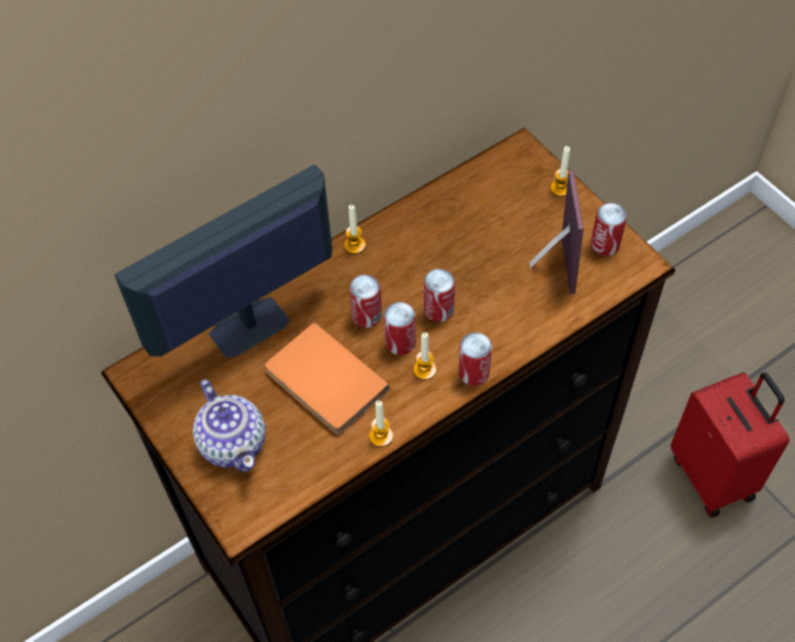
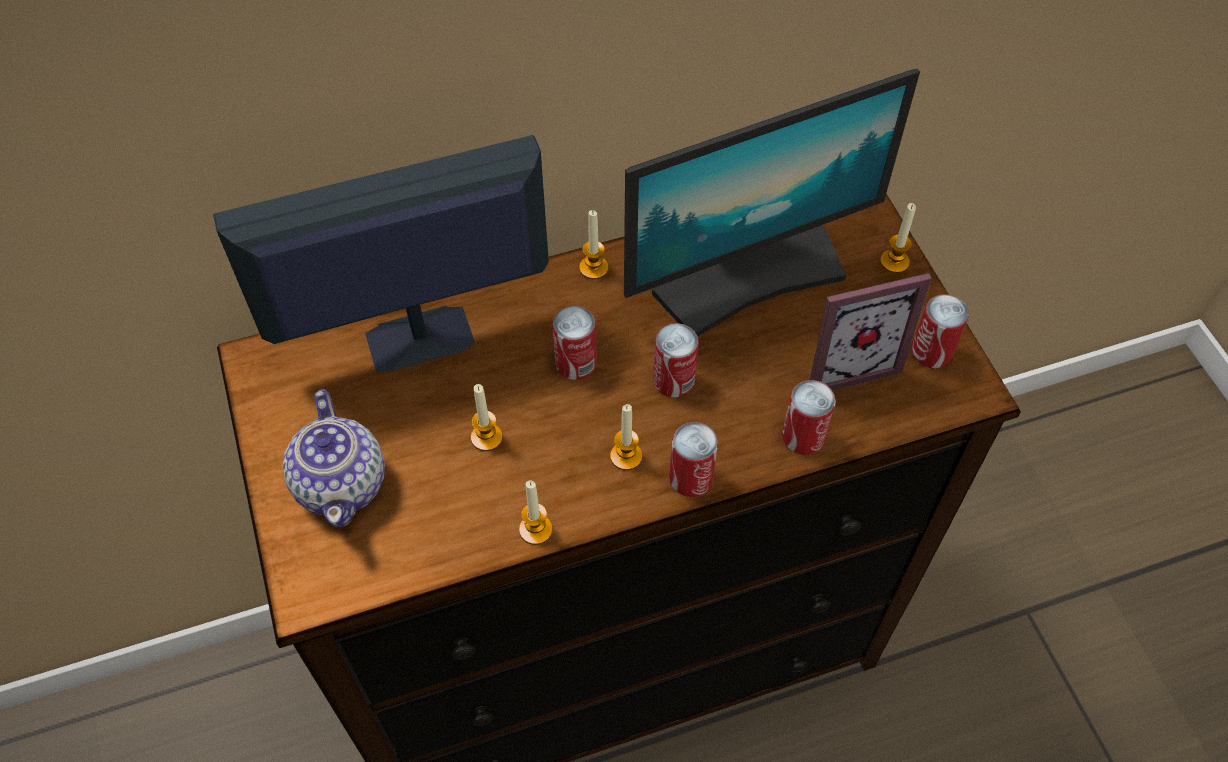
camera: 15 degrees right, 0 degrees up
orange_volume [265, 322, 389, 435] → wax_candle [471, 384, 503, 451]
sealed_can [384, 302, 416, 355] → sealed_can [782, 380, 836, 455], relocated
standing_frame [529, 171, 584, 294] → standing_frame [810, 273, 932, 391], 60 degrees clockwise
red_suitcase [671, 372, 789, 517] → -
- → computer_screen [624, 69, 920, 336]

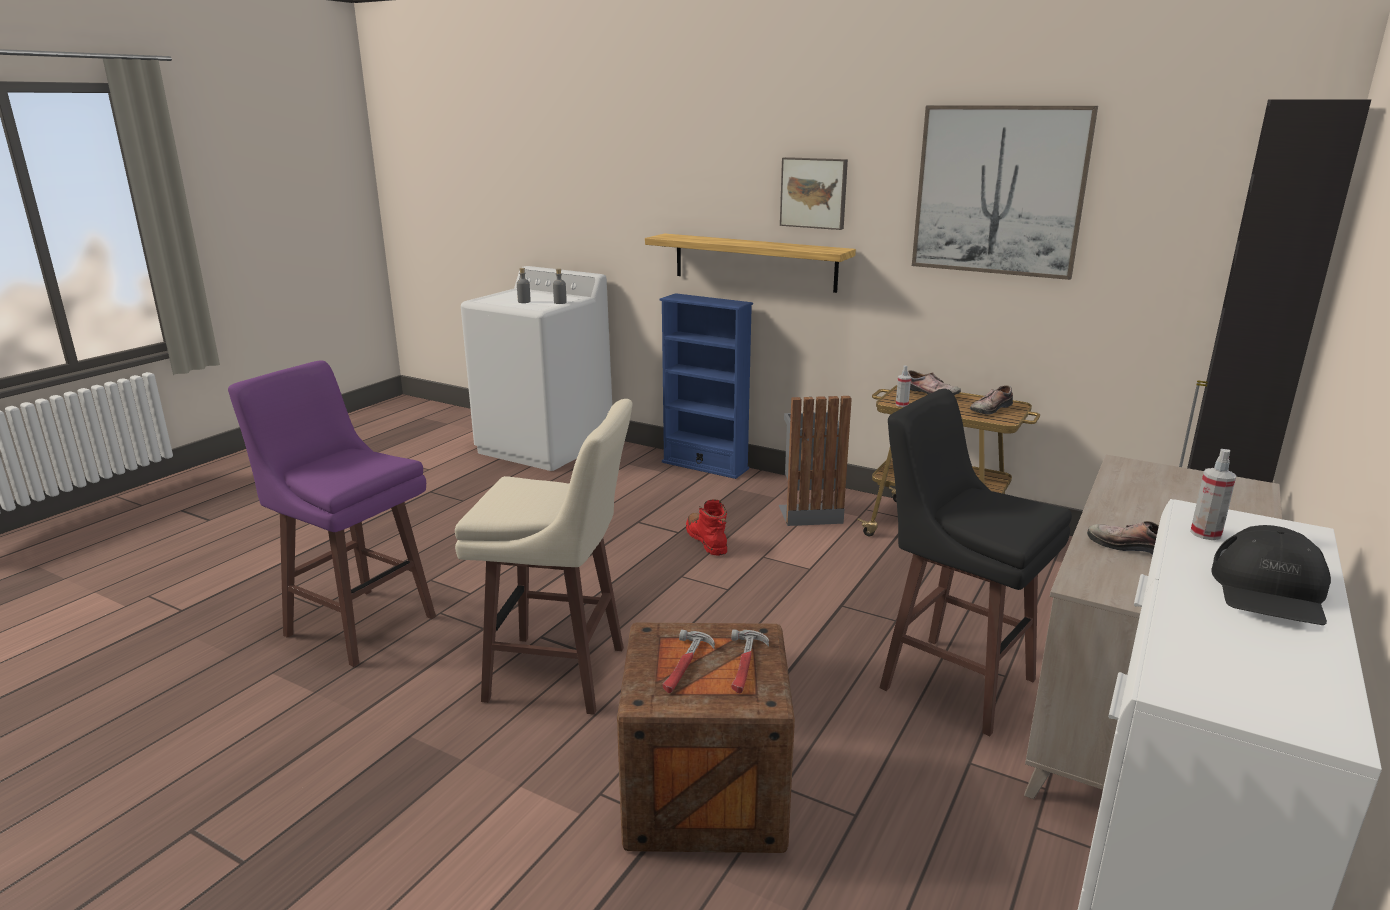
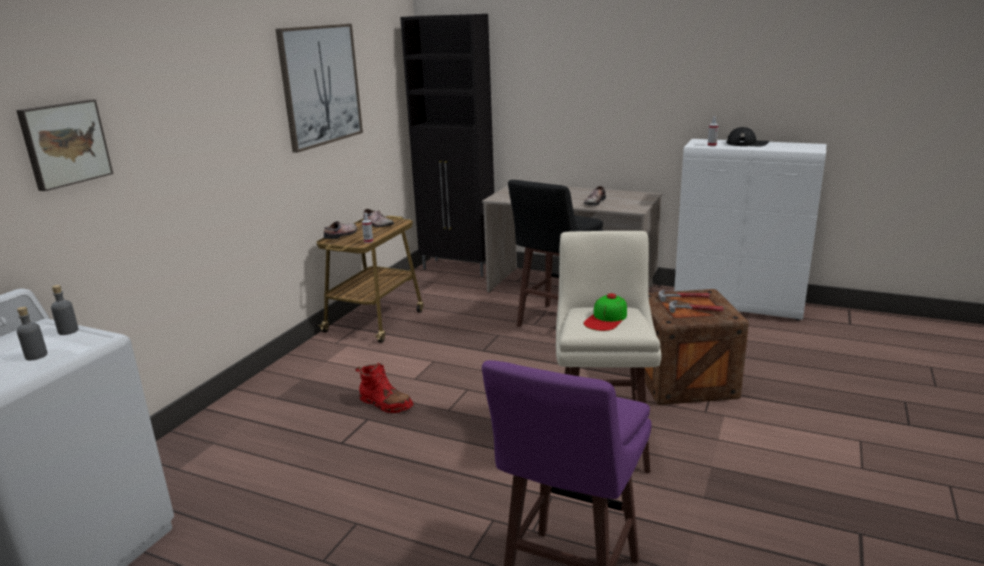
camera: 95 degrees left, 0 degrees up
bracket_shelf [645, 234, 856, 293] → -
blue-coloured_bookshelf [659, 293, 753, 479] → -
red_tall_boot [686, 499, 727, 556] → red_tall_boot [356, 363, 414, 413], 120 degrees counterclockwise
greyish_trash_can [779, 396, 852, 526] → -
wall_art [780, 157, 848, 230] → wall_art [16, 99, 113, 191], relocated
- → peaked_cap [584, 293, 627, 331]

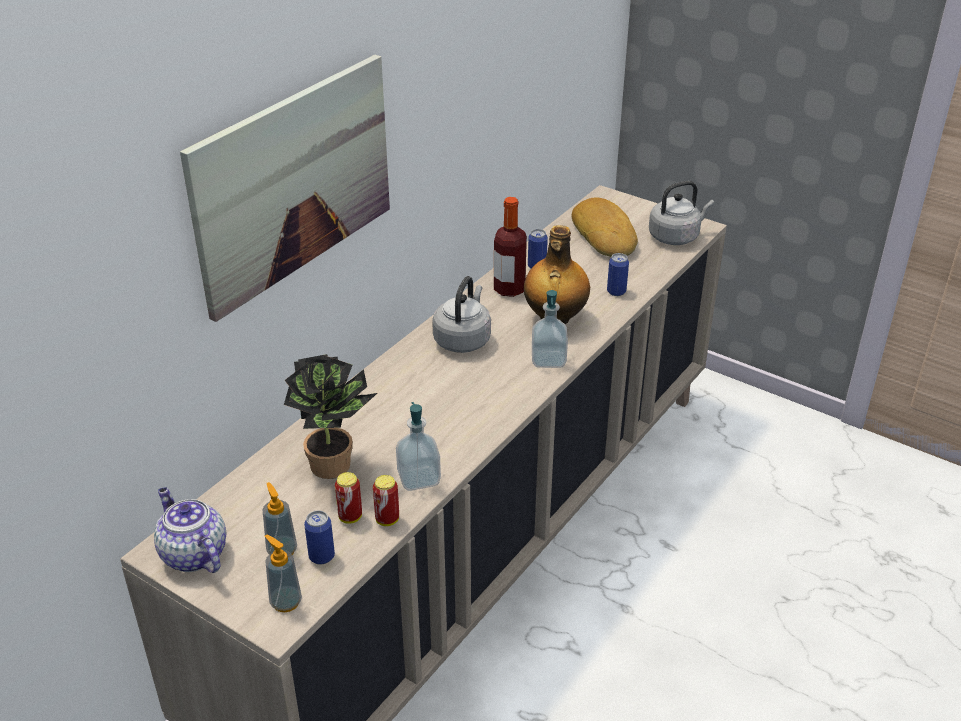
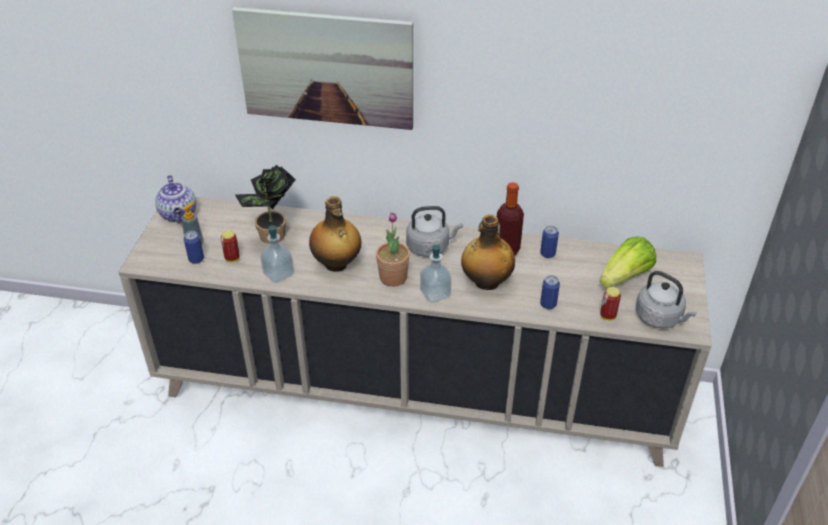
camera: 65 degrees right, 5 degrees up
tea_pot [154, 487, 226, 573] → tea_pot [155, 175, 196, 223], 135 degrees clockwise
soap_bottle [265, 534, 302, 612] → -
sealed_can [373, 475, 399, 526] → sealed_can [600, 287, 621, 321], relocated
bakery_bread [572, 198, 638, 257] → lettuce_head [600, 237, 656, 288]
- → drink_bottle [309, 196, 361, 272]
- → potted_plant [376, 212, 410, 287]

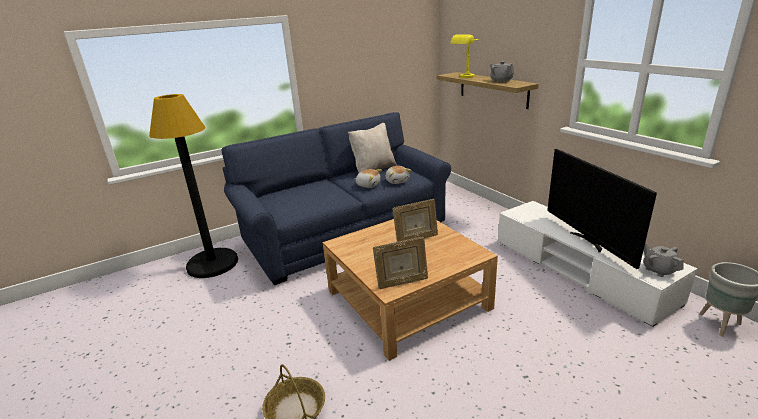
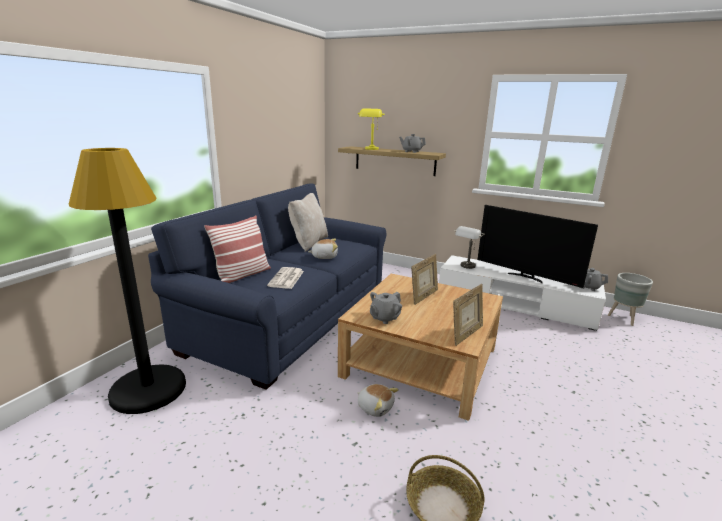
camera: 35 degrees left, 5 degrees down
cuddly_toy [385, 166, 412, 184] → cuddly_toy [357, 384, 399, 417], relocated
- → cushion [204, 215, 271, 283]
- → printed_paper [267, 267, 304, 289]
- → greyish_tea_pot [370, 292, 402, 324]
- → greyish_table_lamp [455, 226, 485, 269]

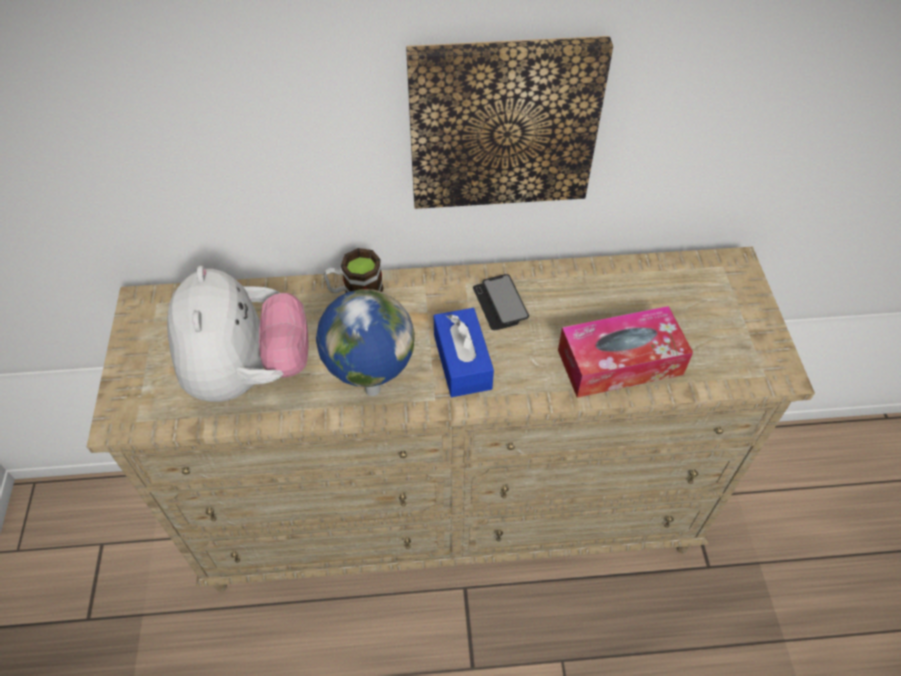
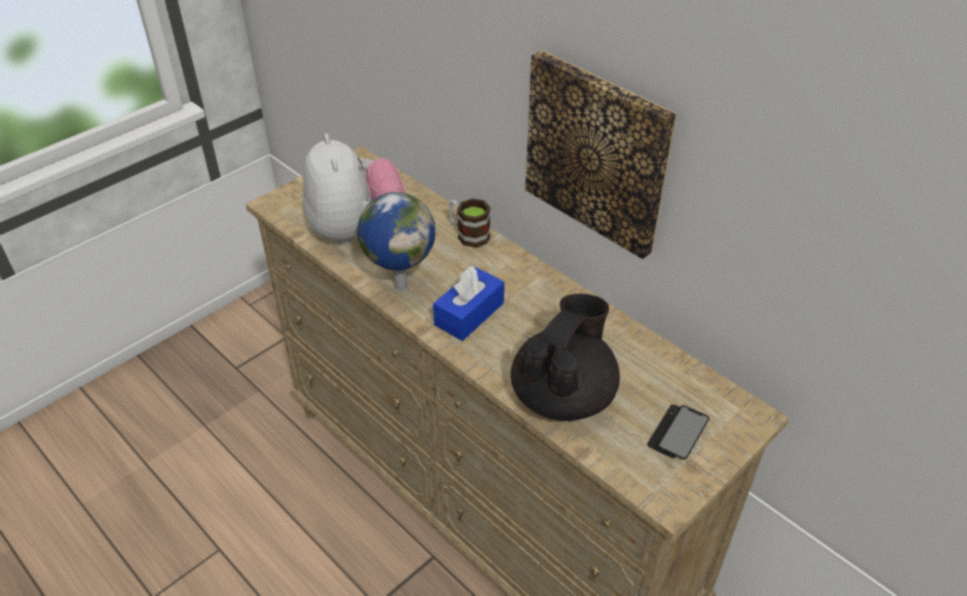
camera: 50 degrees right, 10 degrees down
cuddly_toy [167, 266, 308, 402] → cuddly_toy [303, 134, 405, 244], 60 degrees counterclockwise
telephone [473, 274, 529, 330] → telephone [647, 405, 710, 459], relocated
tissue_holder [558, 306, 693, 398] → blackish_tea_pot [511, 293, 620, 421]

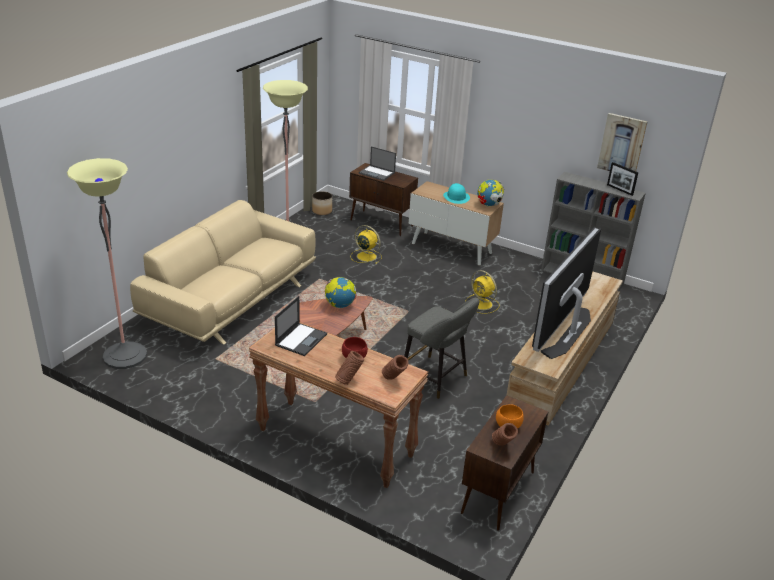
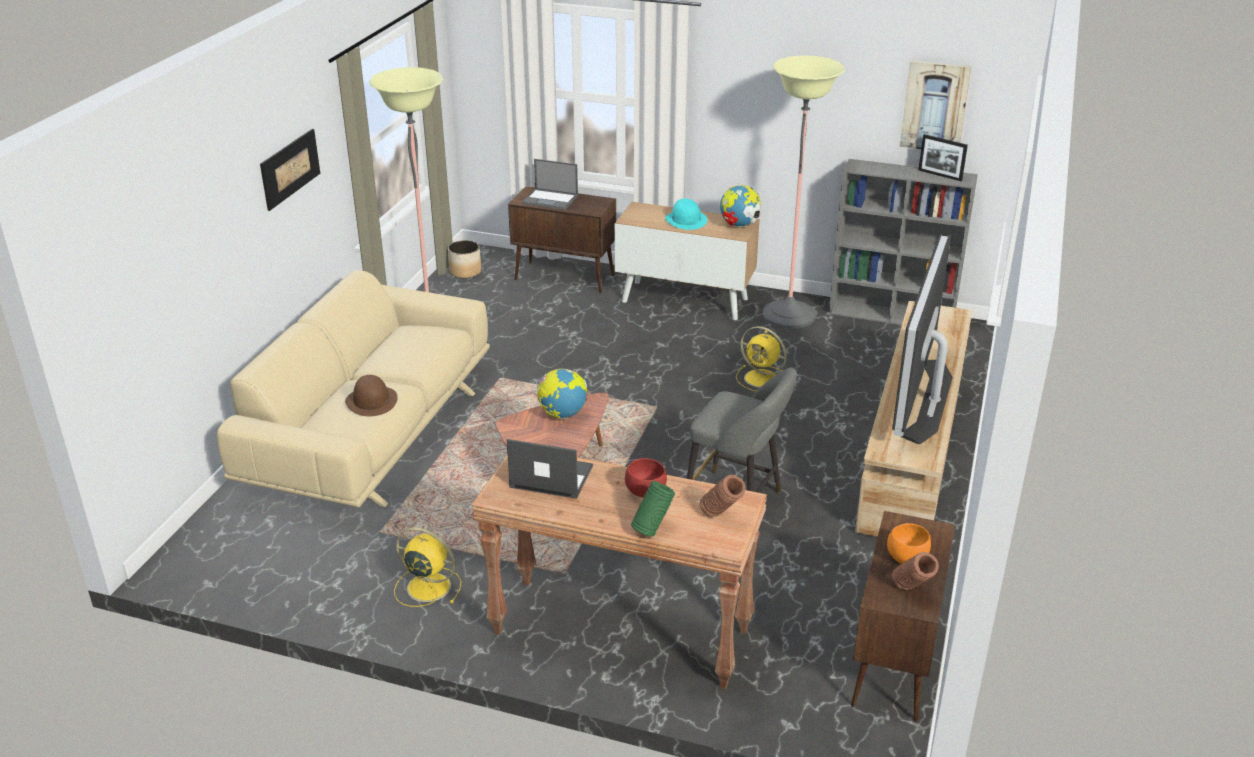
camera: 10 degrees left, 0 degrees up
floor_lamp [67, 158, 147, 369] → floor_lamp [763, 55, 844, 329], relocated
notebook_computer [275, 296, 327, 356] → notebook_computer [507, 439, 593, 499], 90 degrees counterclockwise
brown_decorative_vase [335, 351, 364, 385] → green-coloured_decorative_vase [631, 481, 675, 537]
yellow_electric_fan [351, 225, 382, 264] → yellow_electric_fan [394, 527, 461, 607], relocated
- → wall_art [260, 129, 320, 211]
- → brown_hat [345, 375, 398, 416]

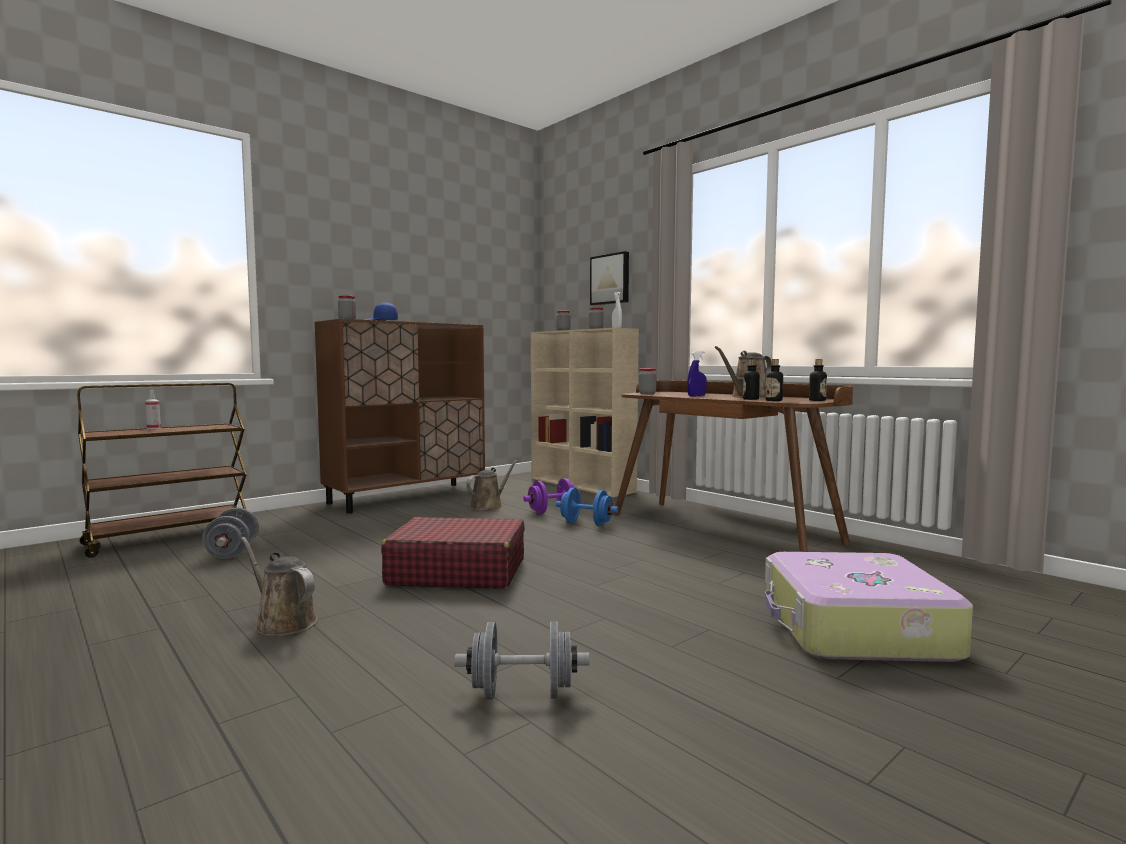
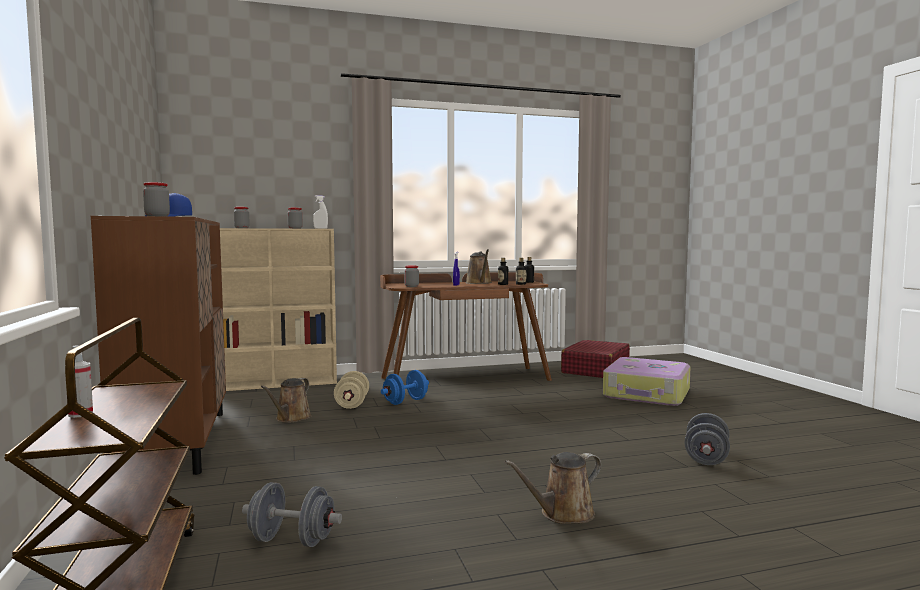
camera: 65 degrees left, 0 degrees up
red_suitcase [381, 517, 525, 588] → red_suitcase [561, 340, 630, 378], relocated
brown_watering_pot [466, 460, 518, 511] → brown_watering_pot [261, 378, 312, 423], 135 degrees counterclockwise
purple_free_weight [523, 478, 580, 514] → sand-coloured_free_weight [334, 371, 369, 409]
wall_art [590, 251, 629, 305] → -

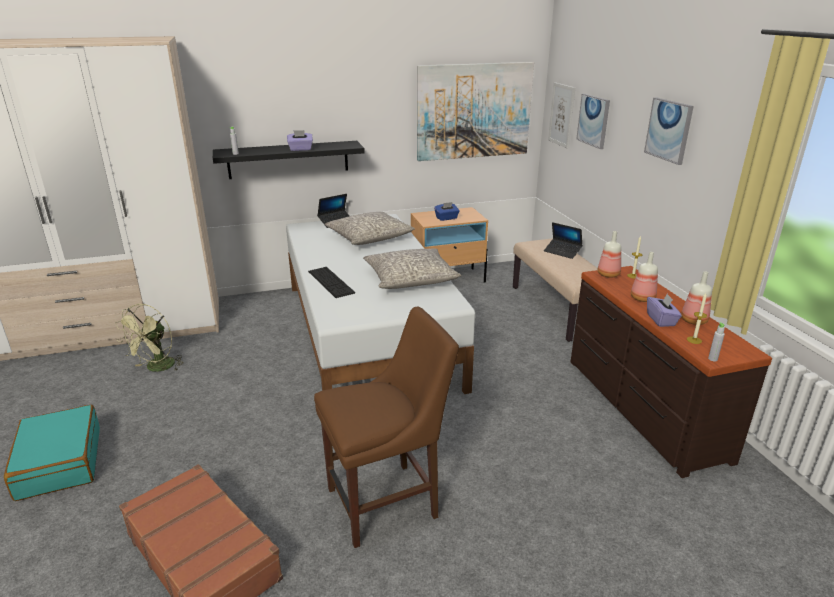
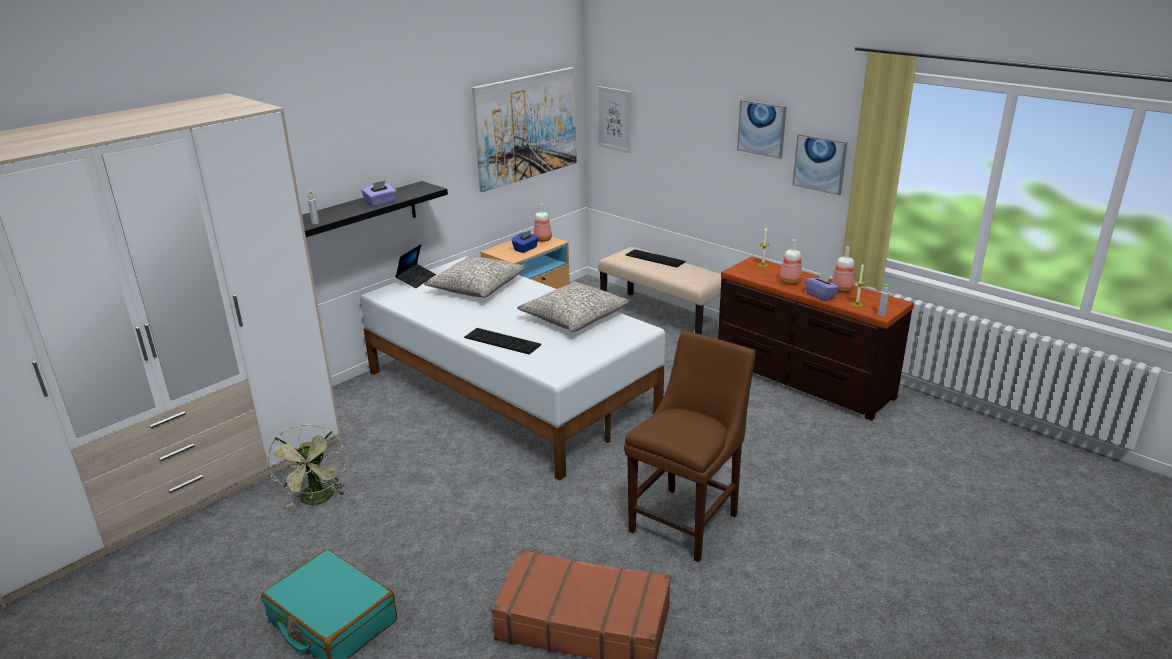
camera: 30 degrees left, 0 degrees up
notebook_computer [544, 222, 583, 259] → computer_keyboard [626, 249, 686, 267]
wall_art [576, 94, 610, 149] → wall_art [792, 134, 847, 195], relocated
drink_bottle [598, 231, 621, 278] → drink_bottle [534, 203, 552, 242], relocated

